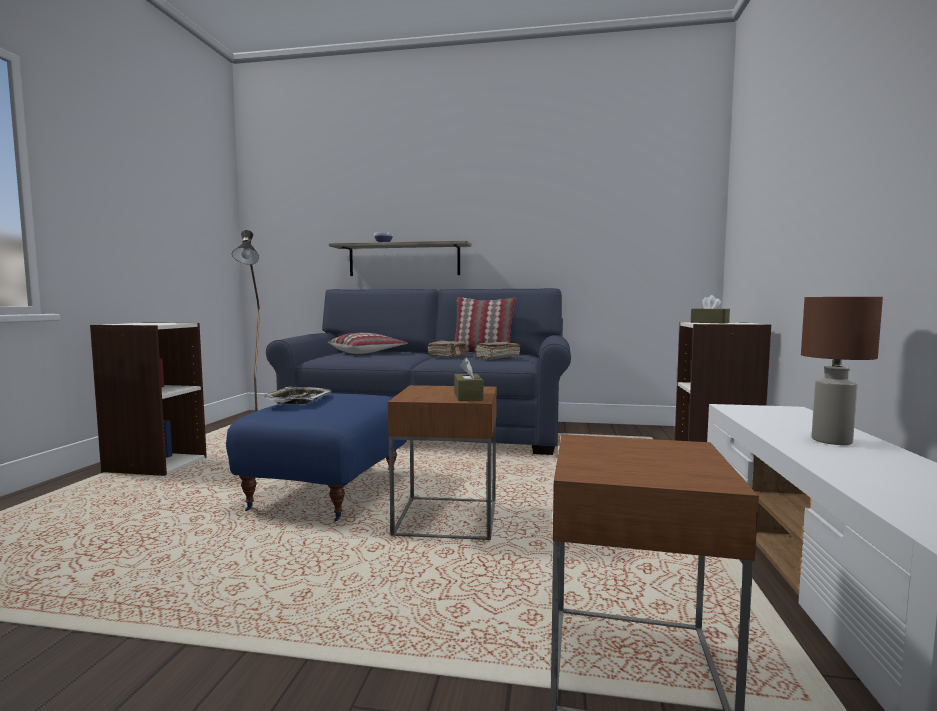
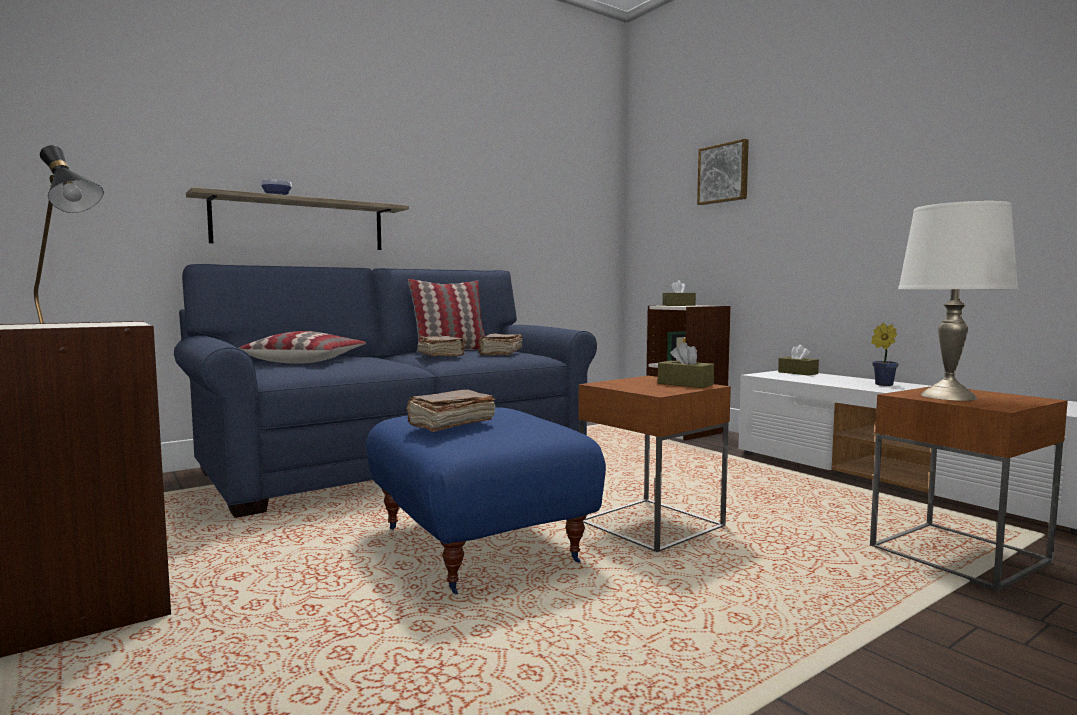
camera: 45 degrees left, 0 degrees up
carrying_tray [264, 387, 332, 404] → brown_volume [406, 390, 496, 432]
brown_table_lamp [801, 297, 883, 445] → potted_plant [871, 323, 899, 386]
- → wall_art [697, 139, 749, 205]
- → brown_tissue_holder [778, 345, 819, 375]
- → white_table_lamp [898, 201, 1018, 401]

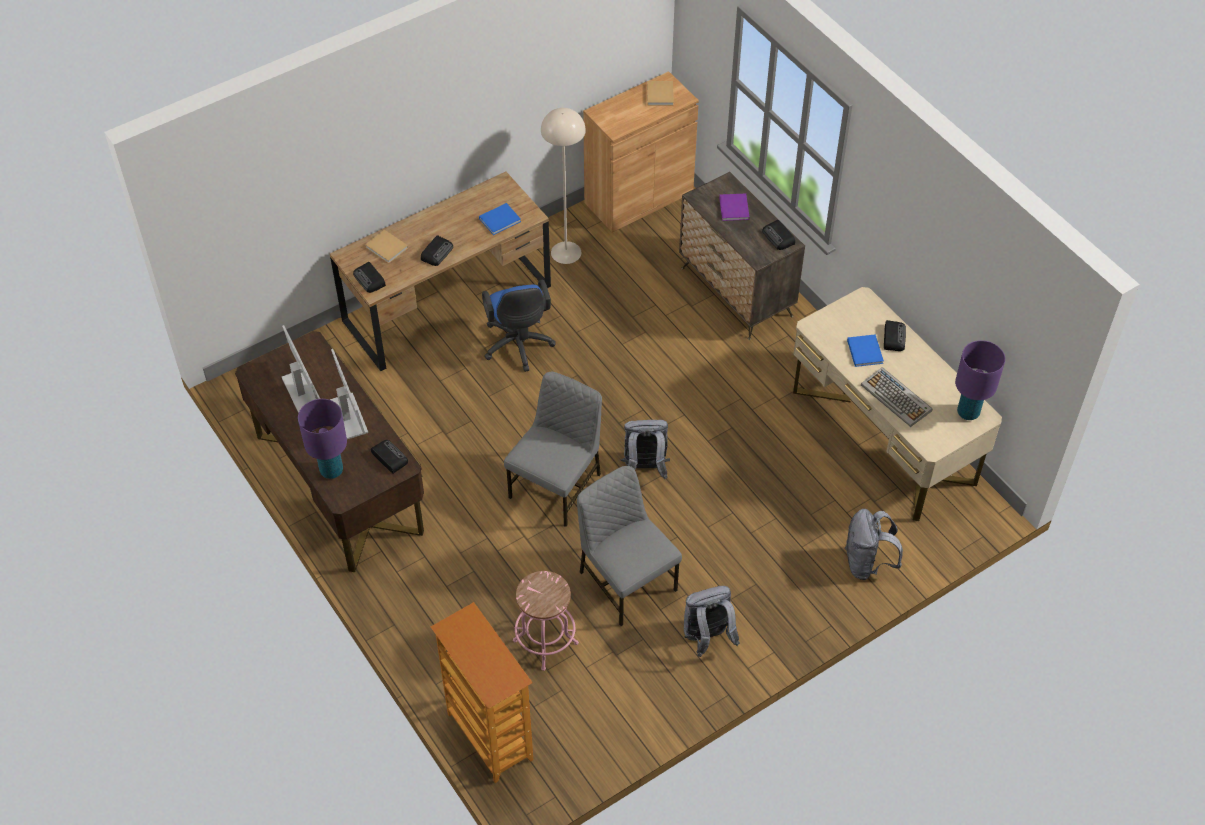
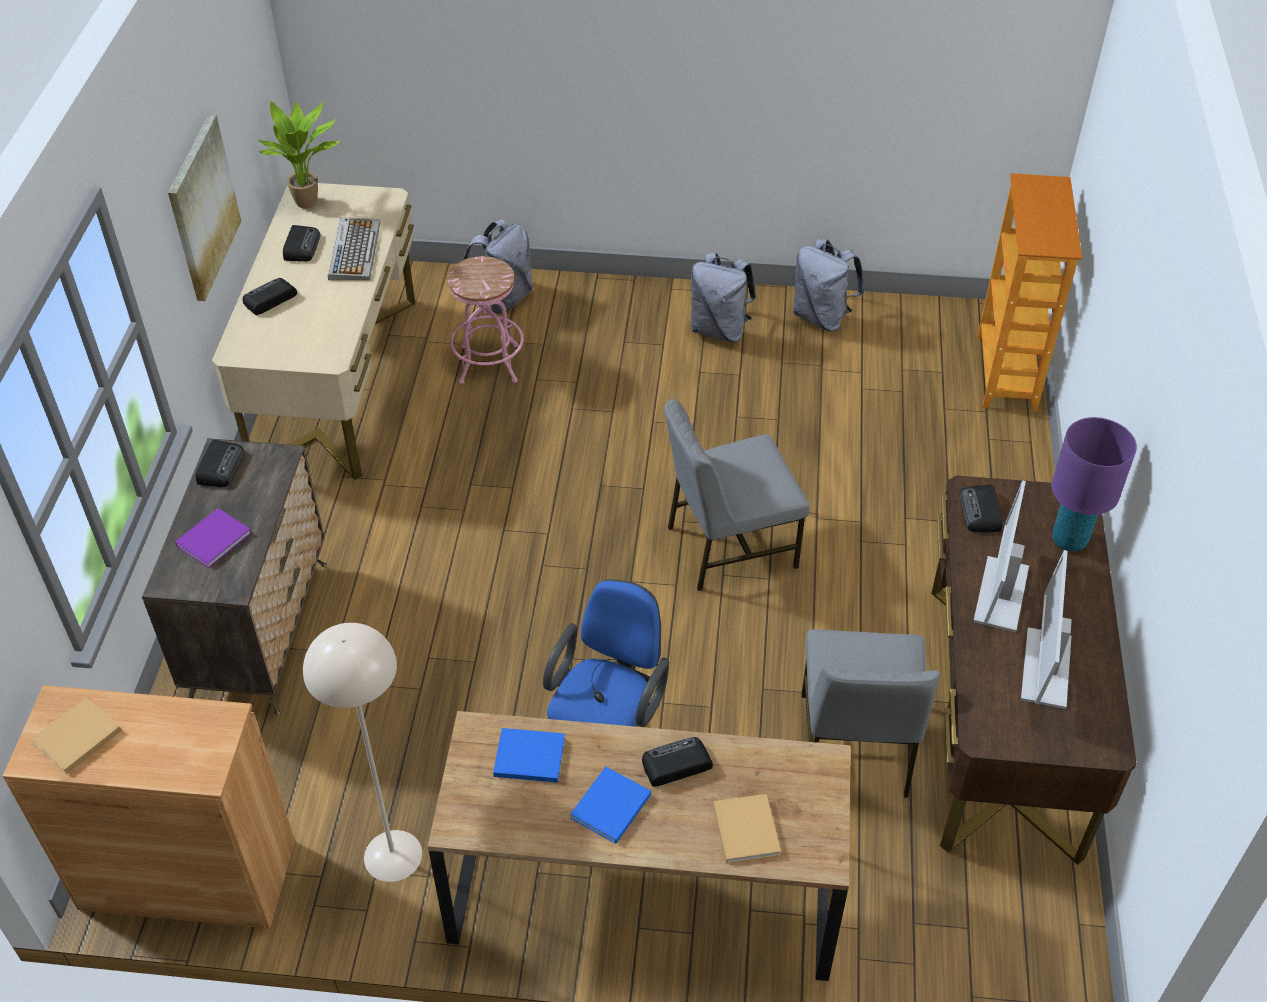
camera: 140 degrees left, 5 degrees down
radio_set [353, 262, 386, 293] → radio_set [283, 225, 320, 262], relocated
pink-coloured_sitting_stool [513, 571, 579, 671] → pink-coloured_sitting_stool [447, 256, 524, 384], relocated
greyish_upright_chair [577, 466, 682, 626] → greyish_upright_chair [801, 629, 941, 798], relocated
greyish_backpack [621, 420, 670, 479] → greyish_backpack [793, 239, 864, 332], relocated
blue-coloured_volume [847, 334, 884, 367] → blue-coloured_volume [570, 767, 651, 844], relocated
purple_table_lamp [955, 340, 1005, 420] → potted_plant [258, 102, 340, 209]
- → wall_art [168, 114, 241, 301]

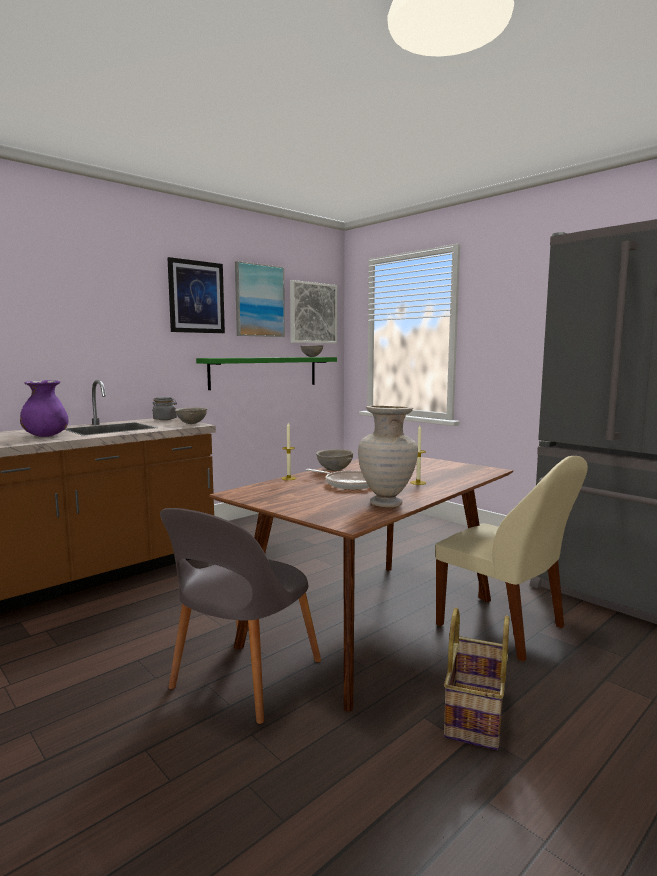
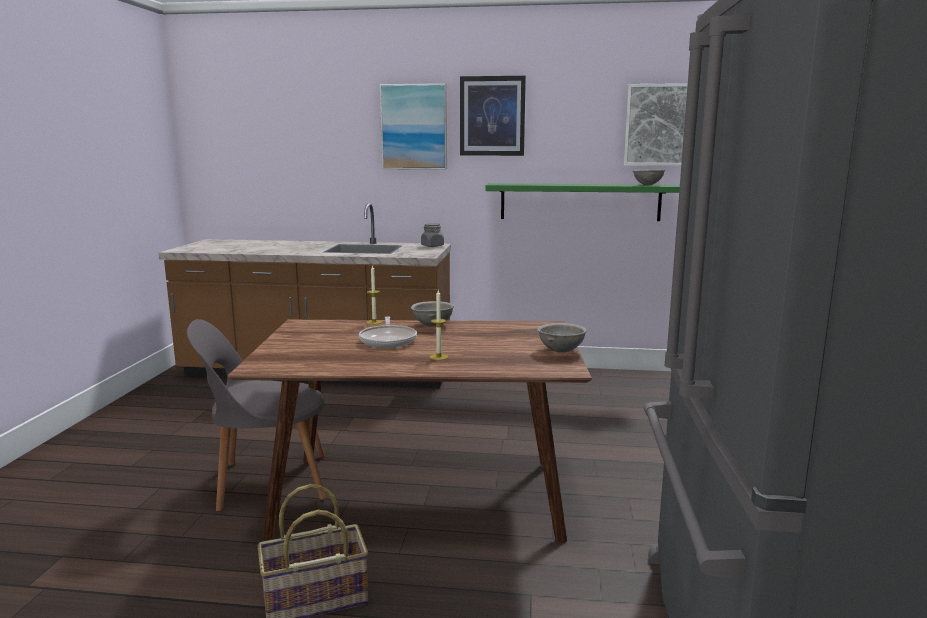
camera: 50 degrees right, 5 degrees up
purple_decorative_vase [20, 380, 69, 437] → -
greyish_serving_bowl [175, 407, 208, 424] → greyish_serving_bowl [537, 323, 587, 353], relocated
wall_art [235, 261, 285, 337] → wall_art [380, 83, 447, 170], relocated
sand-coloured_decorative_vase [358, 406, 418, 507] → -
sand-coloured_upright_chair [435, 456, 588, 662] → -

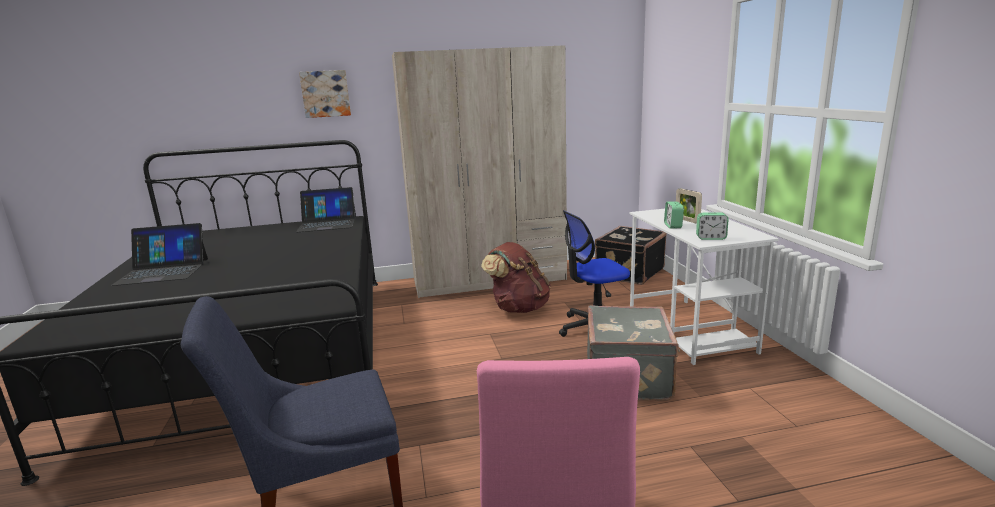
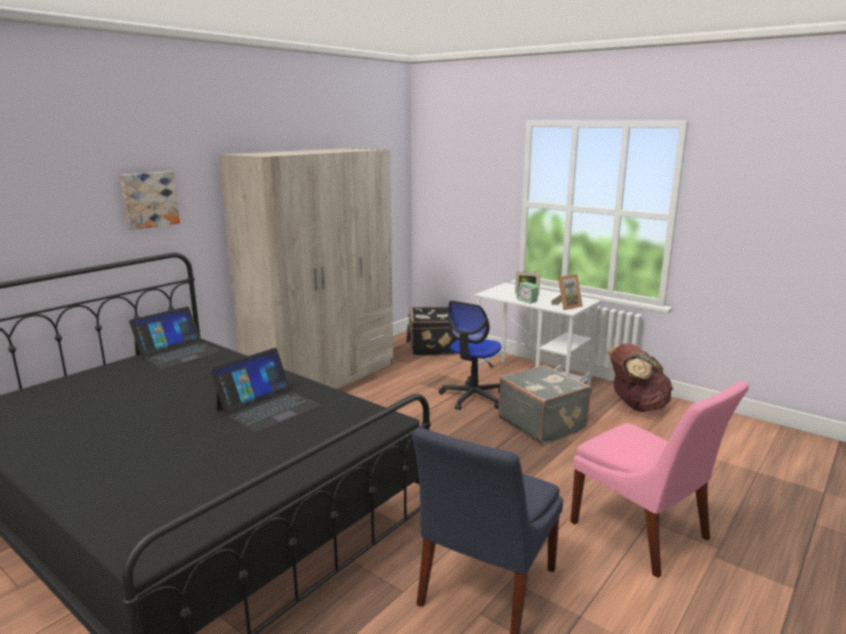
camera: 40 degrees left, 0 degrees up
notebook_computer [111, 223, 208, 286] → notebook_computer [210, 348, 321, 433], relocated
brown_backpack [481, 242, 551, 313] → brown_backpack [607, 343, 673, 412], relocated
table_clock [696, 212, 729, 240] → standing_frame [551, 274, 583, 310]

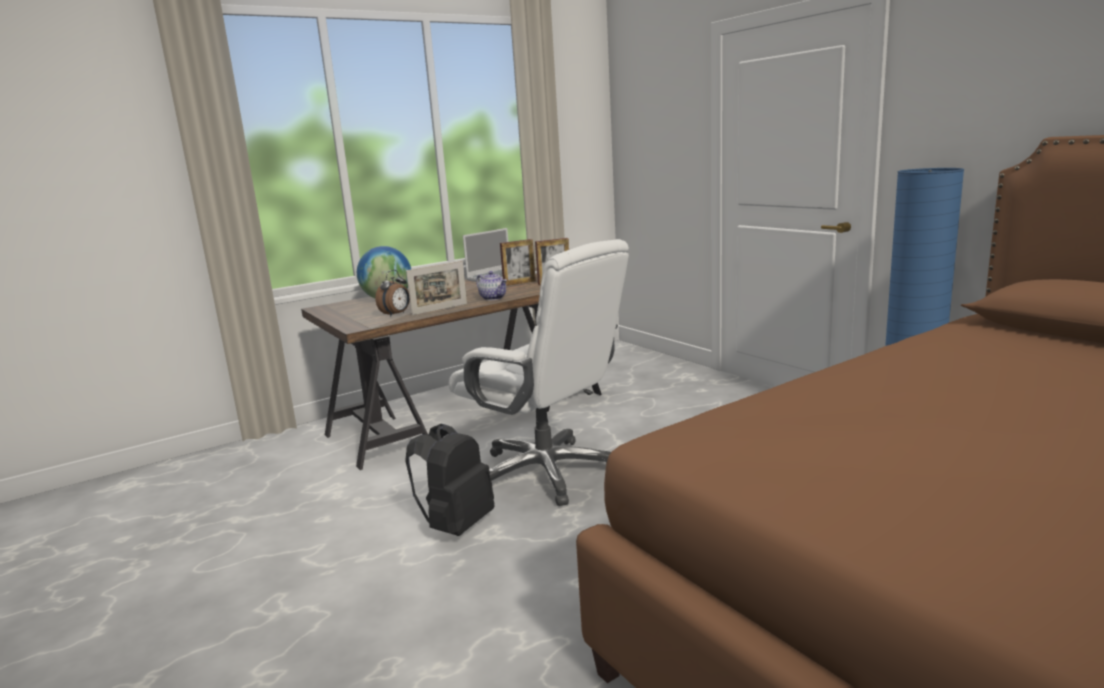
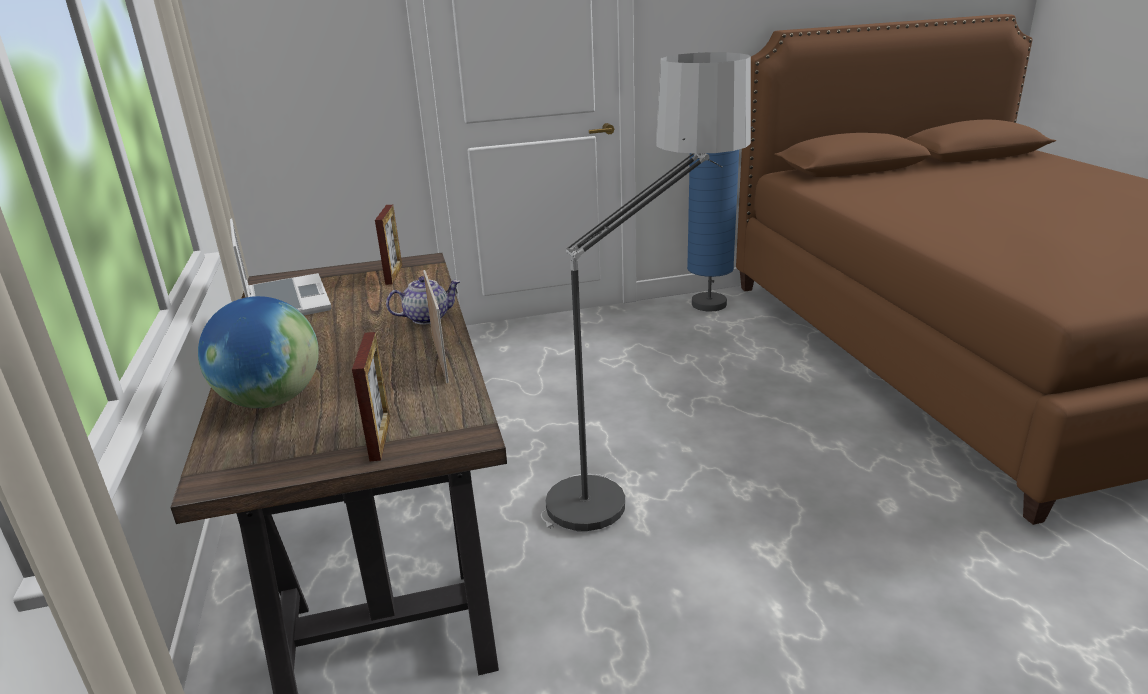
camera: 70 degrees left, 10 degrees up
table_clock [375, 270, 410, 317] → -
blackish_backpack [405, 424, 494, 536] → -
white_desk_chair [449, 239, 629, 506] → floor_lamp [541, 52, 753, 532]
standing_frame [500, 239, 536, 286] → standing_frame [352, 332, 390, 461], relocated

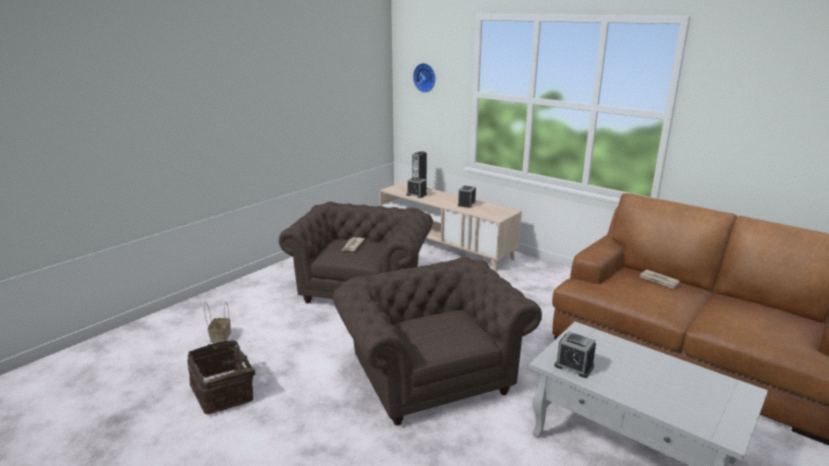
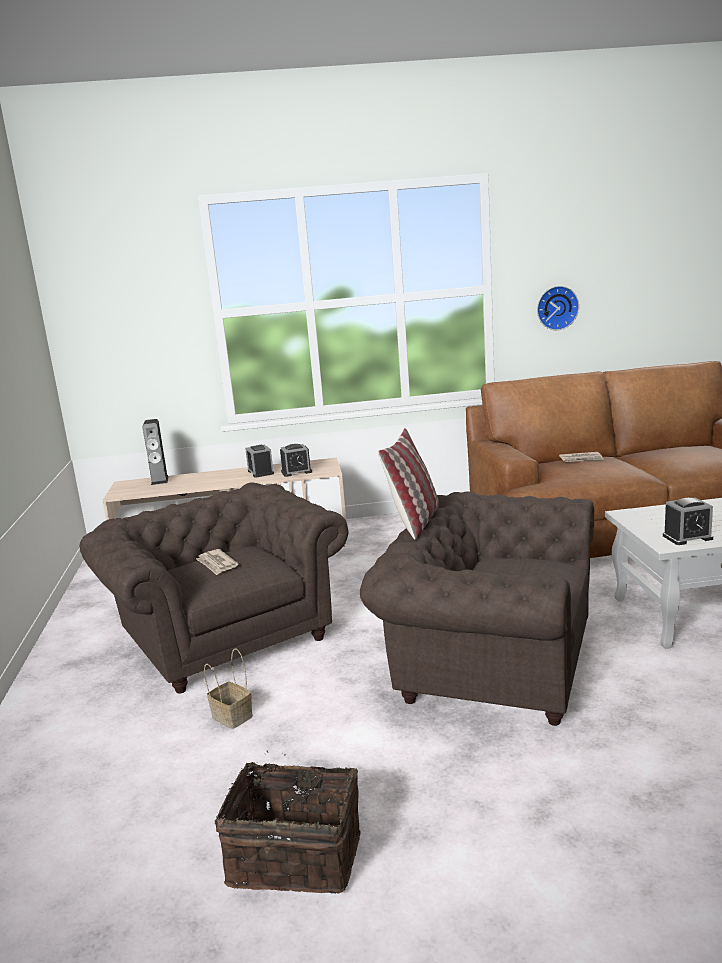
camera: 45 degrees left, 5 degrees down
household_basket [204, 302, 231, 343] → household_basket [204, 648, 253, 729], relocated
table_clock [406, 177, 427, 198] → table_clock [280, 444, 312, 477], relocated
wall_clock [413, 63, 436, 93] → wall_clock [537, 286, 579, 330], relocated
- → cushion [378, 428, 439, 539]

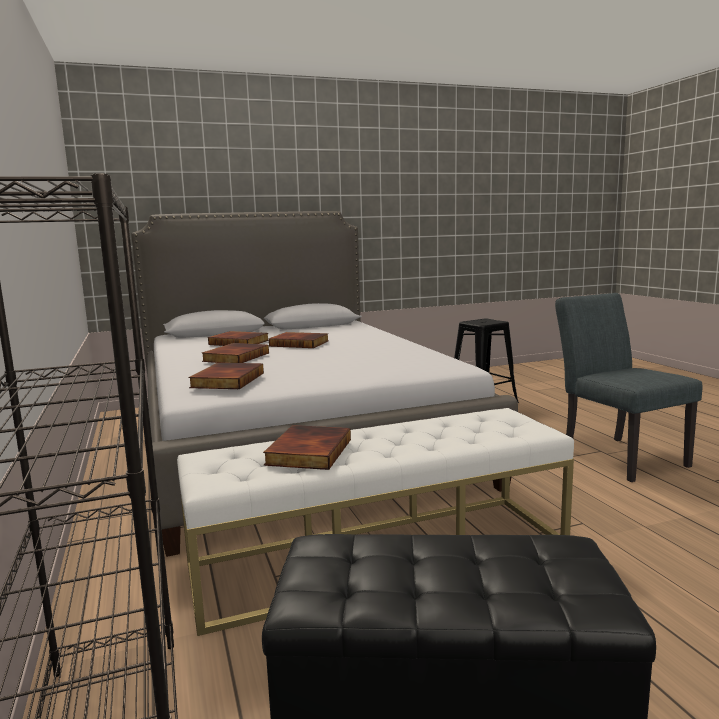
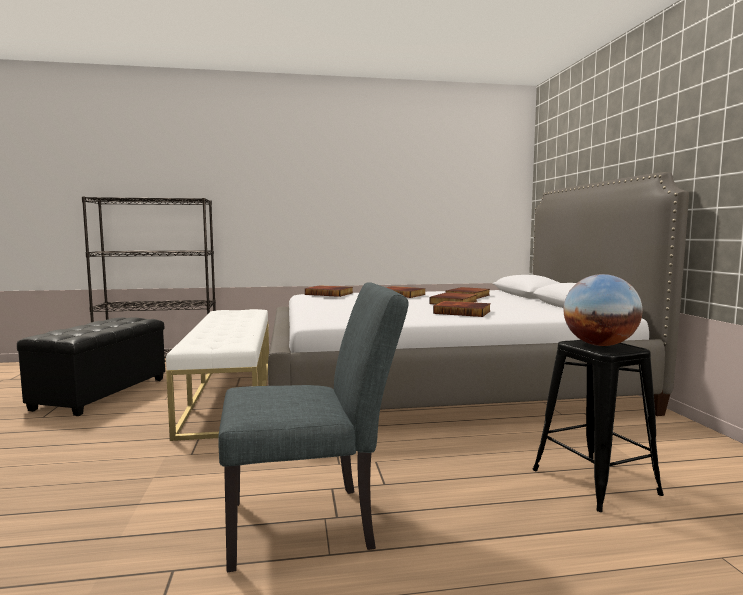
camera: 100 degrees right, 5 degrees down
volume [263, 425, 351, 470] → volume [433, 301, 491, 317], relocated
- → world_globe [563, 274, 642, 346]

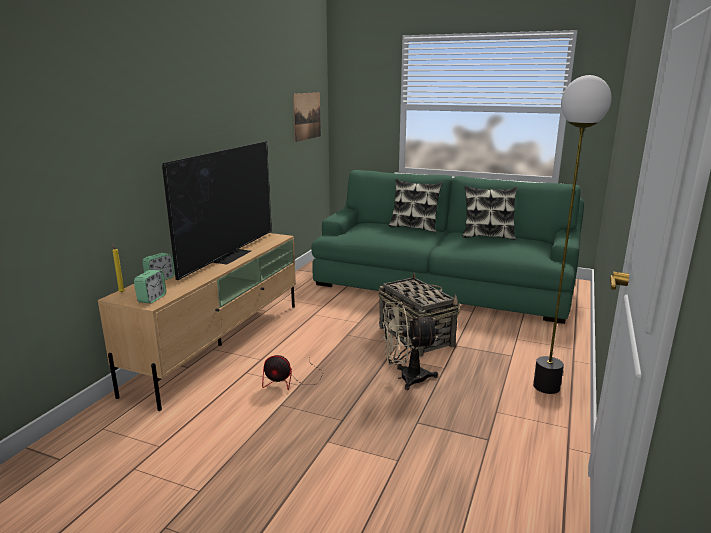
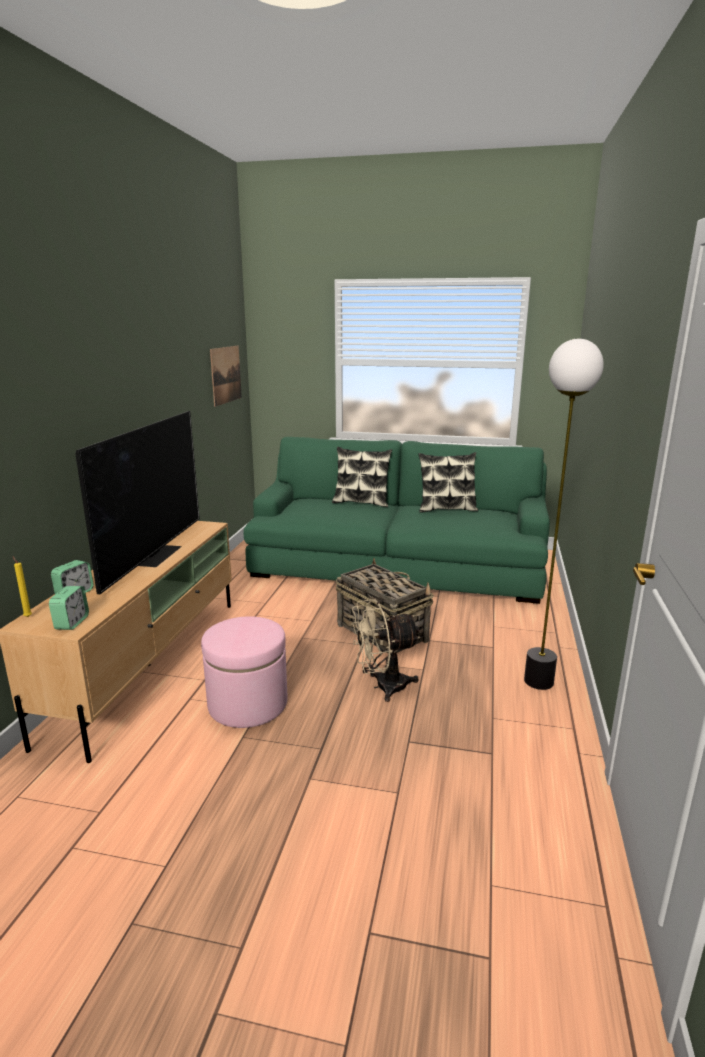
camera: 10 degrees left, 0 degrees up
electric_fan [262, 355, 323, 390] → pink-coloured_footrest [201, 616, 288, 728]

